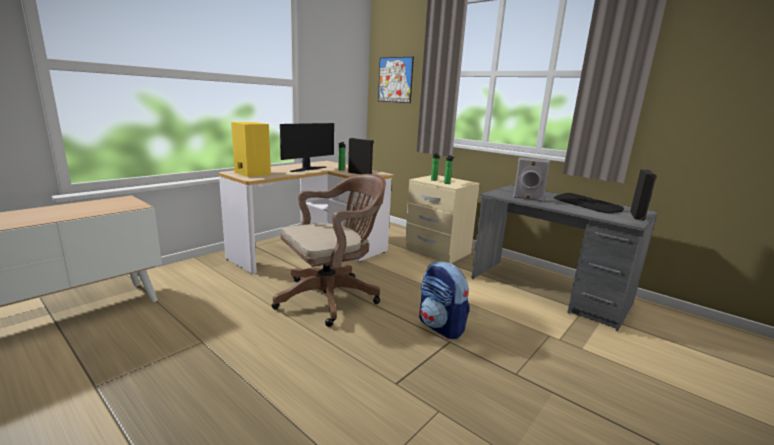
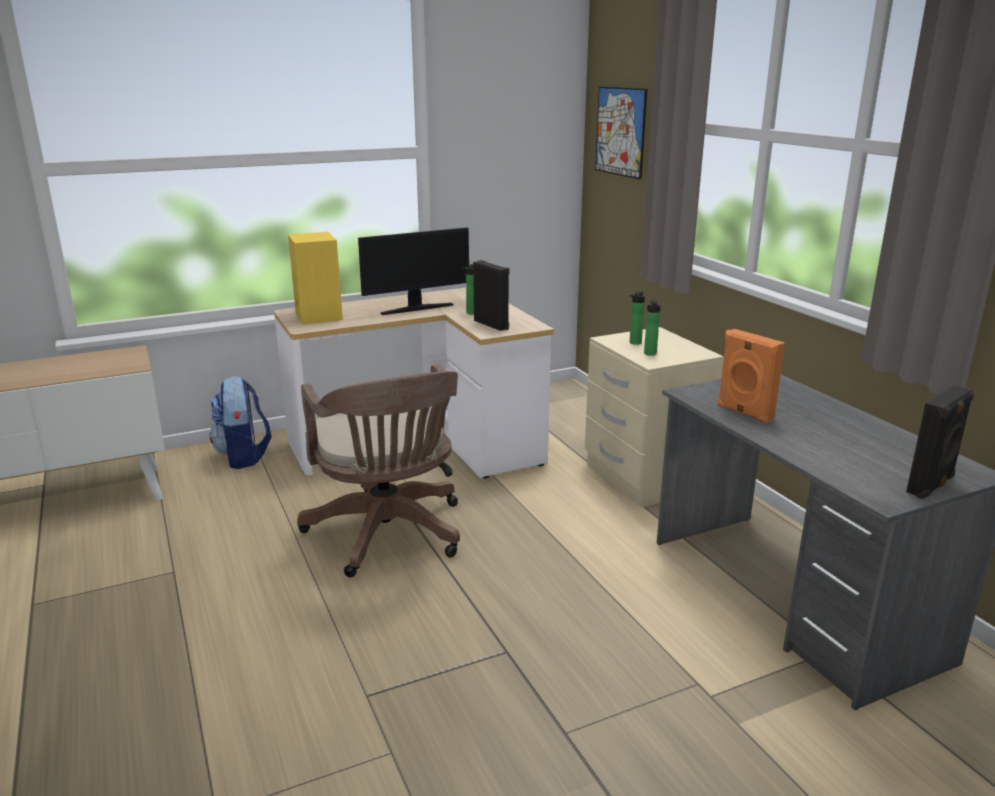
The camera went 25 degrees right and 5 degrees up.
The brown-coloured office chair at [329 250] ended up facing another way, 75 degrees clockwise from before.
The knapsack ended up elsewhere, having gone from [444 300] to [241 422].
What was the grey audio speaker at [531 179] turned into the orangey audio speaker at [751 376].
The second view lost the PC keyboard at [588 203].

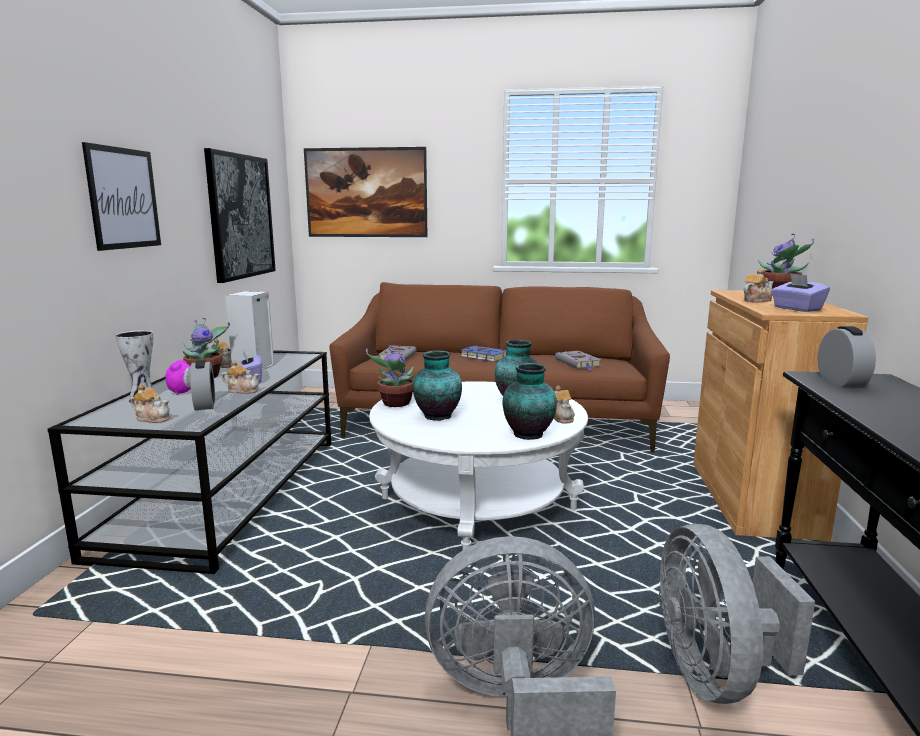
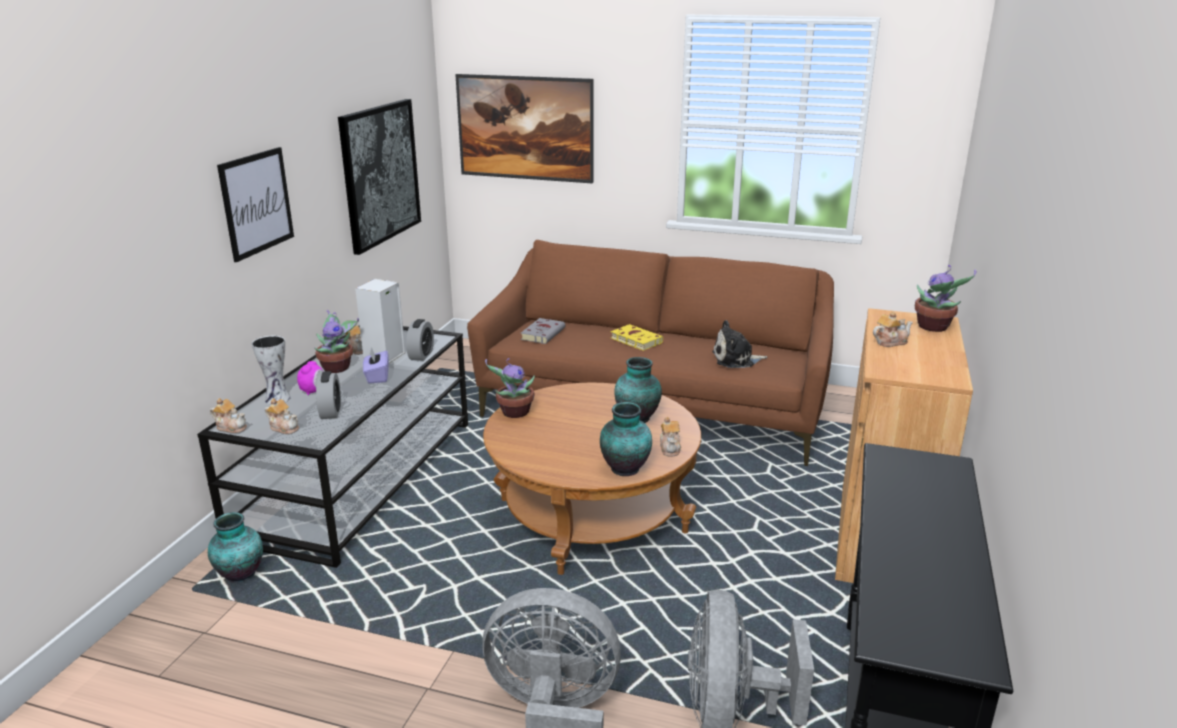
The camera went 10 degrees right and 10 degrees up.
The tea pot ended up elsewhere, having gone from [240 377] to [228 415].
What was the white coffee table at [478 465] turned into the brown-coloured coffee table at [592 479].
The decorative vase ended up elsewhere, having gone from [437 385] to [235 547].
What was the bluish book at [484 354] turned into the yellow-coloured book at [637 337].
Where the grey book stood at [578 360], the plush toy came to stand at [739 344].
The second view lost the purplish box of tissues at [800 292].
The bedside clock ended up elsewhere, having gone from [847 356] to [420 340].

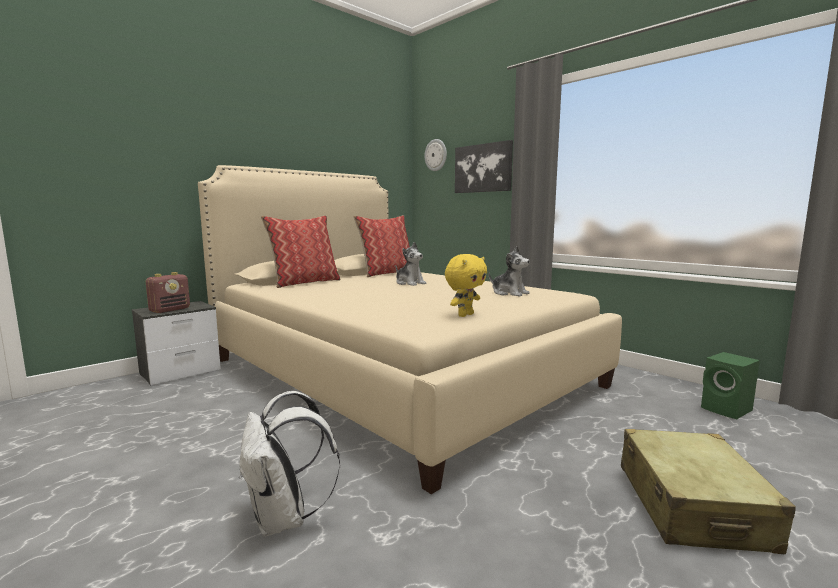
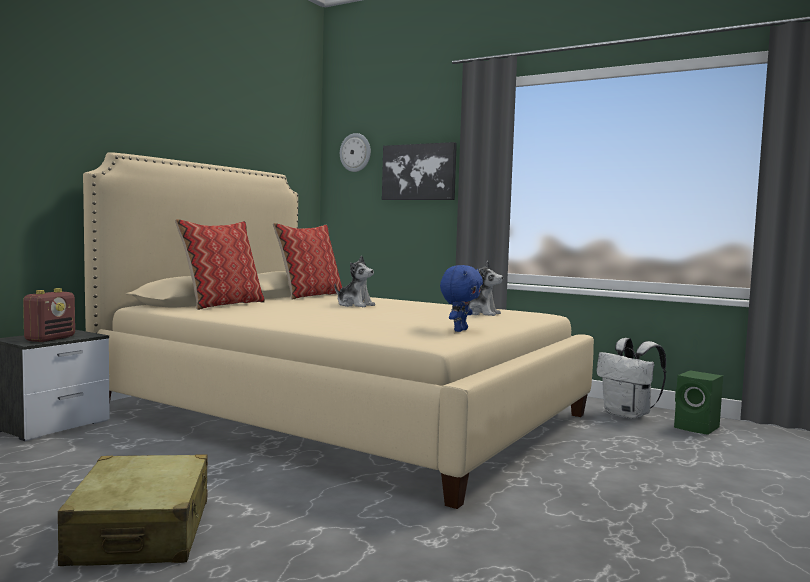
The camera went 15 degrees left and 5 degrees down.
The white knapsack ended up elsewhere, having gone from [289 464] to [631 378].
What was the yellow-coloured plush toy at [466 285] turned into the bluish plush toy at [461 298].
The beige-coloured suitcase ended up elsewhere, having gone from [708 491] to [133 510].

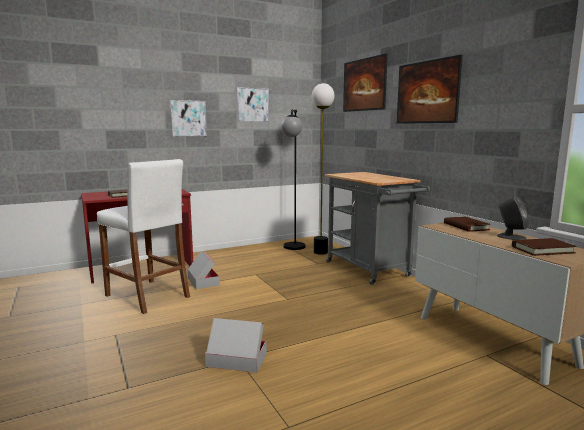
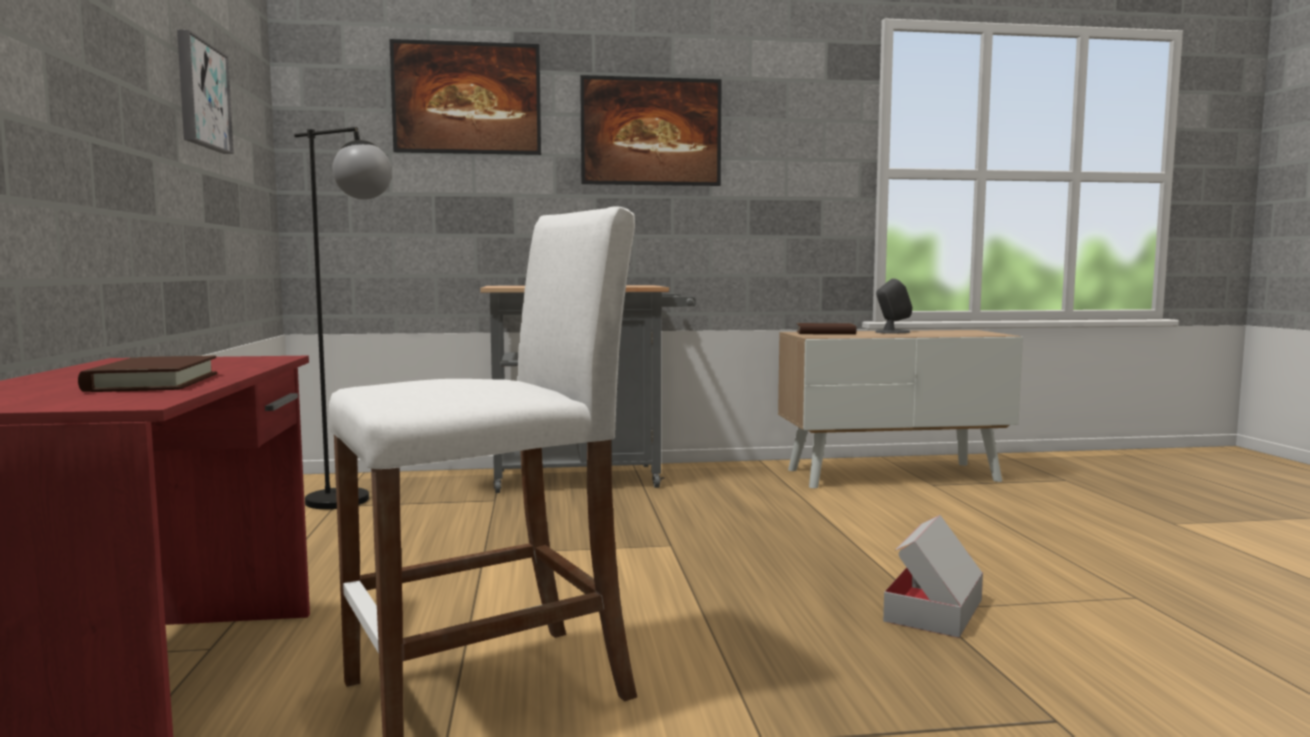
The camera went 70 degrees left and 5 degrees down.
The second view lost the wall art at [188 118].
The second view lost the carton at [203 270].
The second view lost the standard lamp at [323 169].
The second view lost the brown-coloured book at [544 247].

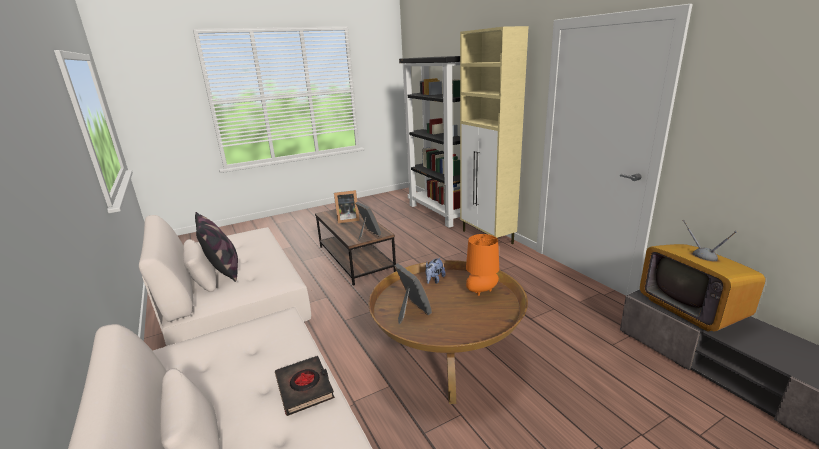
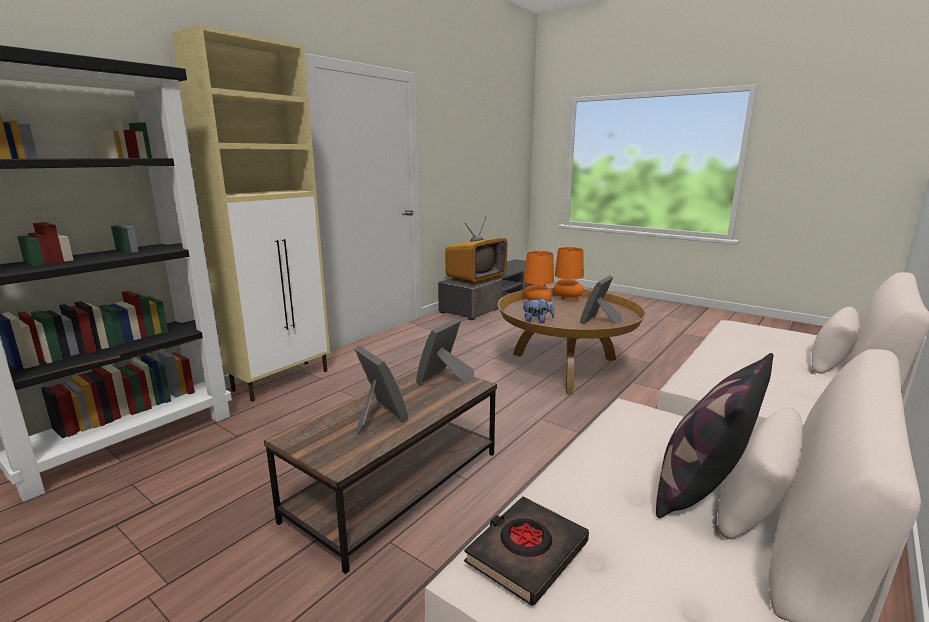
The camera went 115 degrees left and 5 degrees down.
The black-coloured book ended up elsewhere, having gone from [305 386] to [526 551].
The second view gained the orangey tabletop lamp at [569 274].

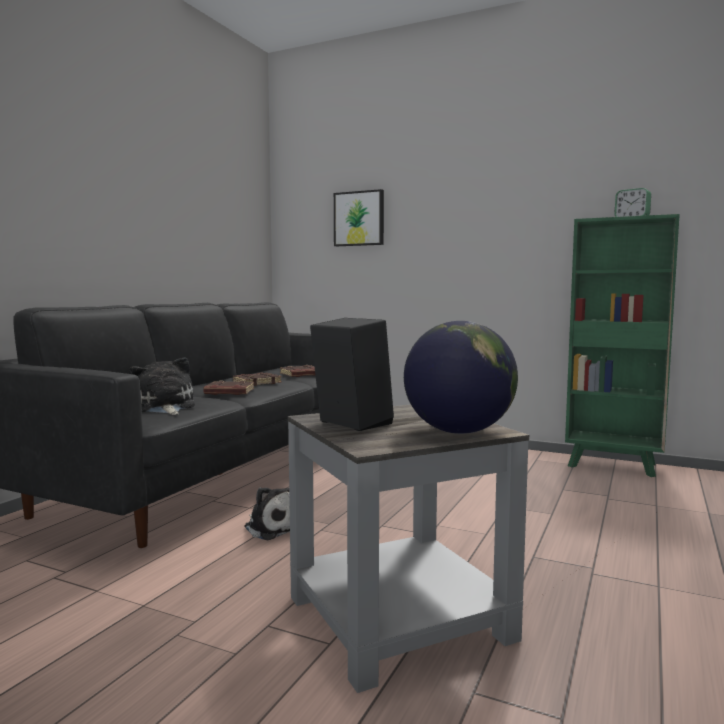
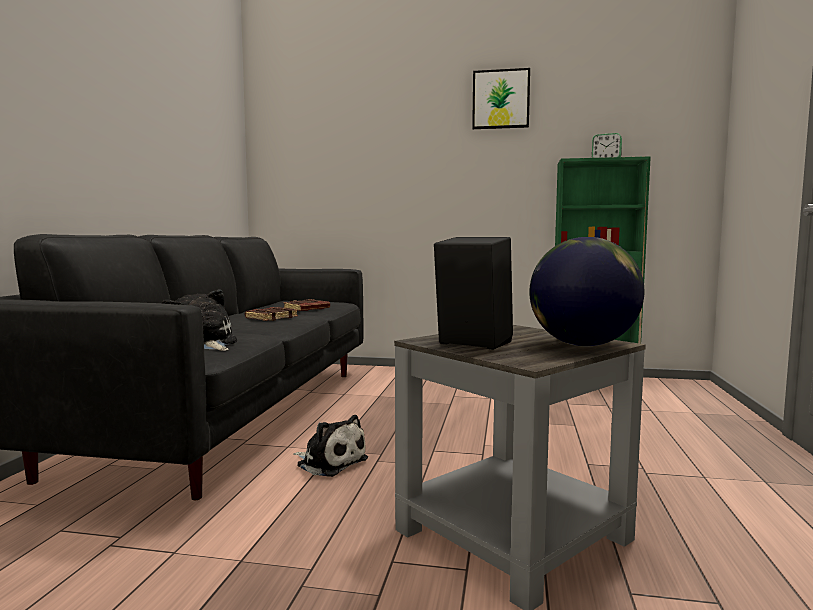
The camera went 15 degrees left and 0 degrees up.
The second view lost the brown-coloured book at [229 388].
The wall art ended up elsewhere, having gone from [359 217] to [501 98].

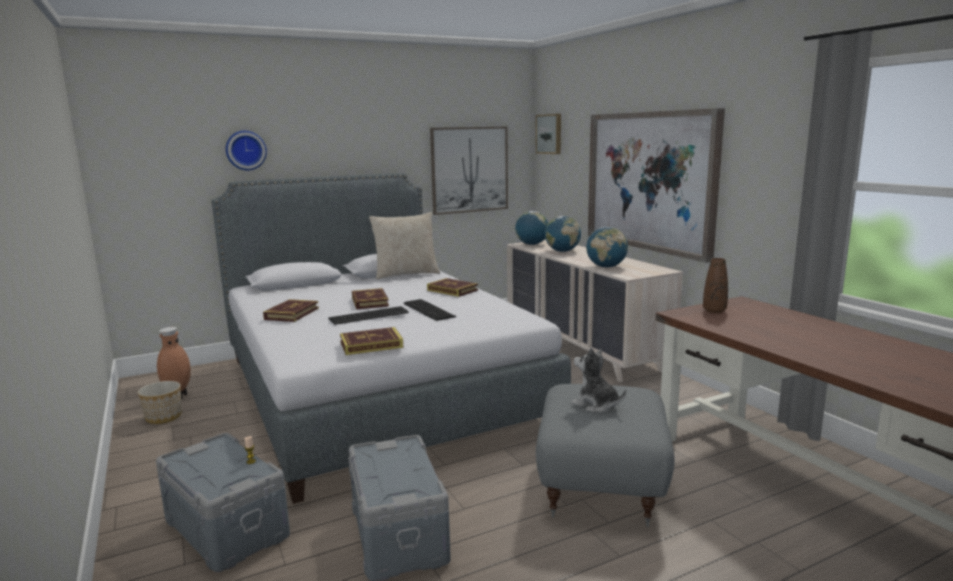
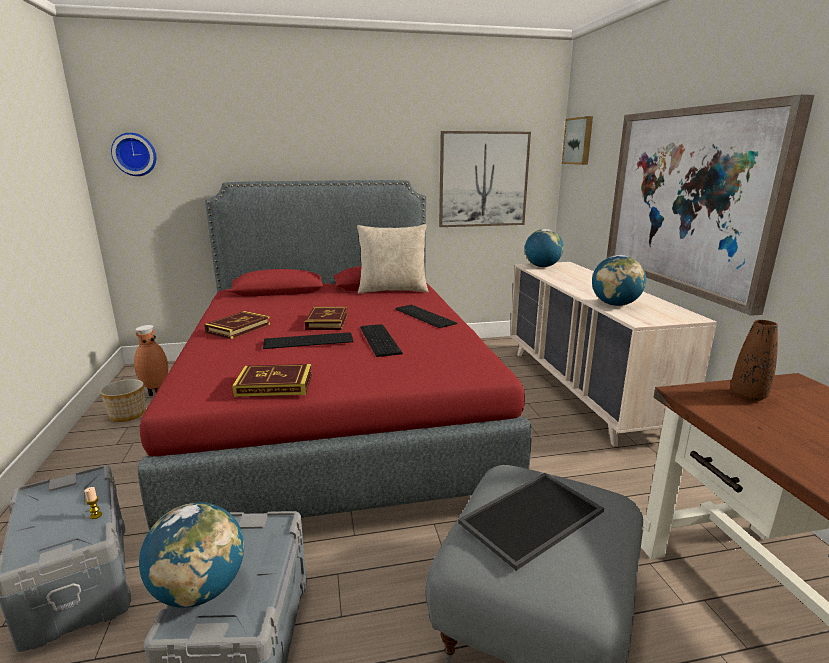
The camera went 15 degrees right and 5 degrees up.
What was the grey sleeping bed at [391 338] turned into the red sleeping bed at [335 355].
The clock on the wall ended up elsewhere, having gone from [246 150] to [133 154].
Where the book stood at [452 287], the PC keyboard came to stand at [427 316].
The globe ended up elsewhere, having gone from [563 234] to [191 555].
Where the plush toy stood at [598 380], the carrying tray came to stand at [531 522].

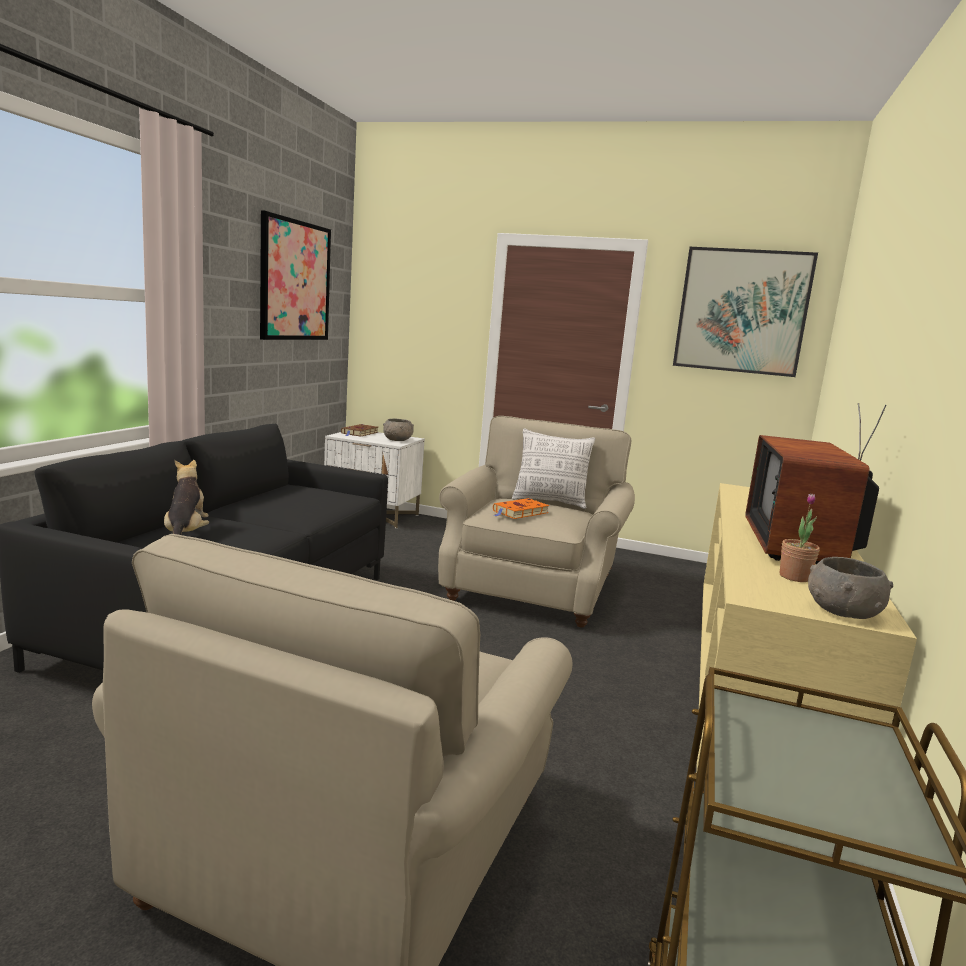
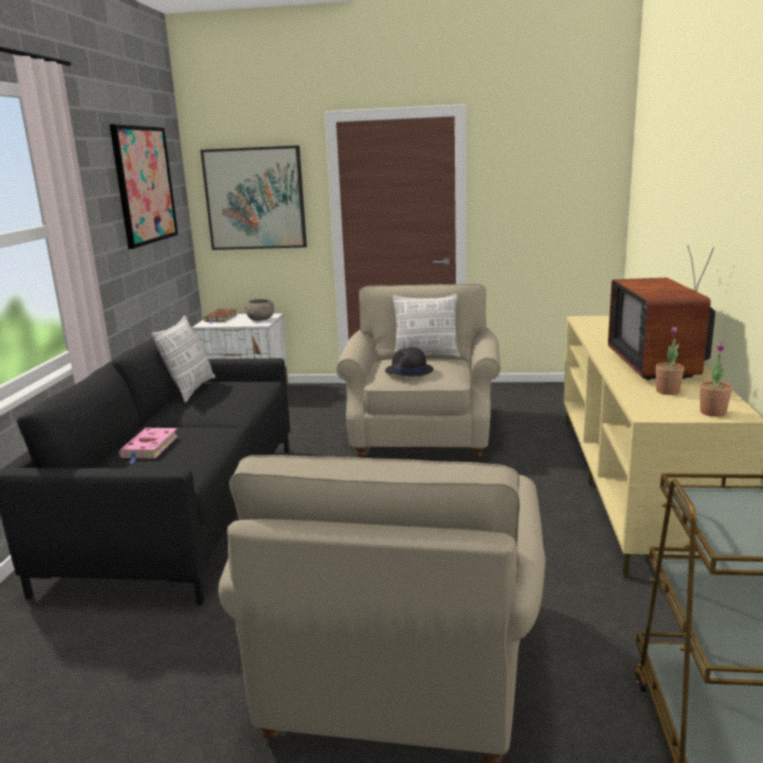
The camera went 10 degrees left and 5 degrees up.
Where the plush toy stood at [186 497], the pink-coloured book came to stand at [148 445].
Where the orangey book stood at [521 508], the black-coloured clothing hat came to stand at [409 362].
The wall art ended up elsewhere, having gone from [745 312] to [253 197].
Where the grey bowl stood at [850 588], the plant in a pot came to stand at [716 379].
The second view gained the pillow at [183 359].

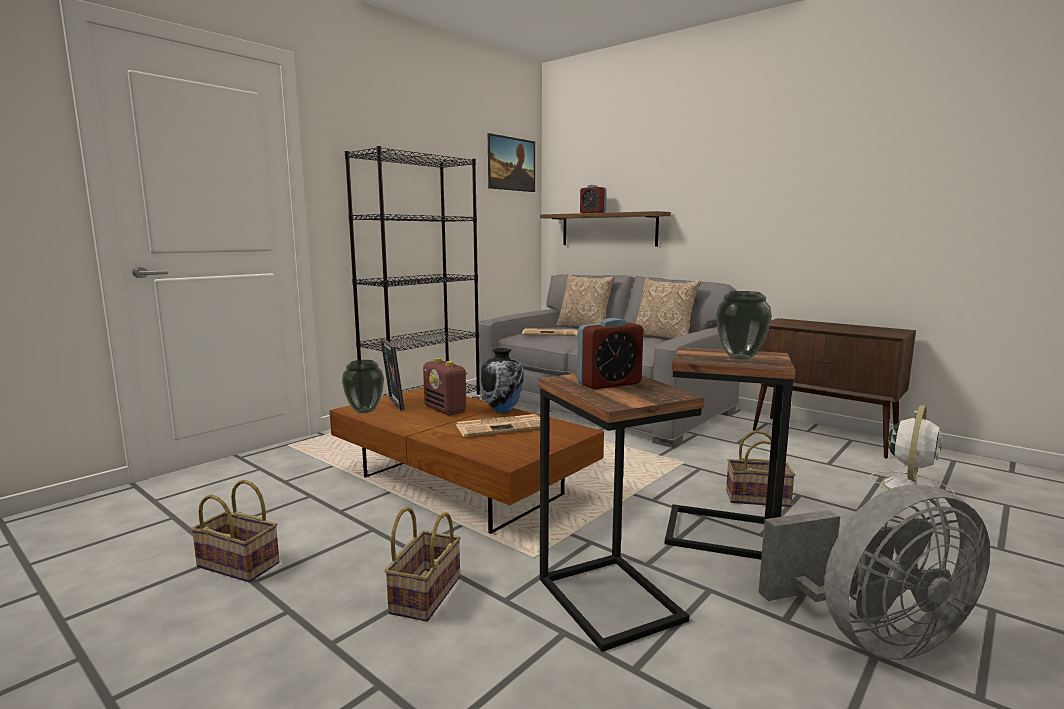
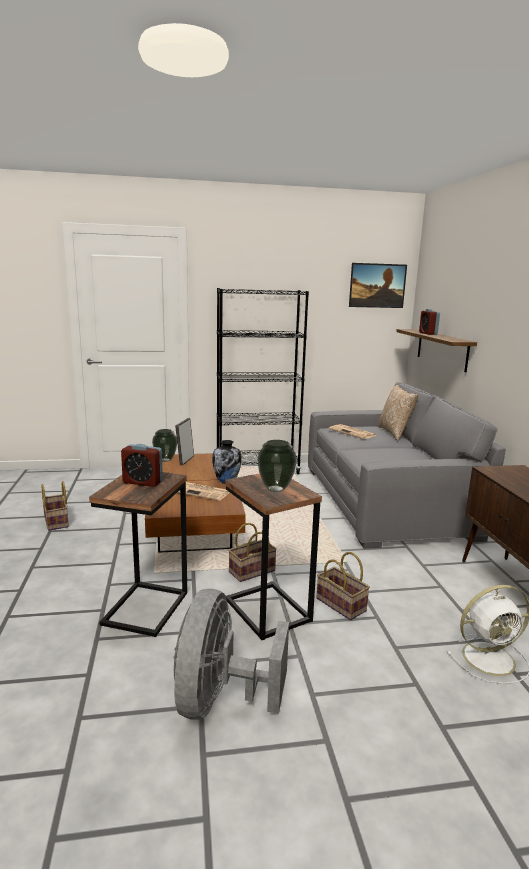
The camera went 40 degrees right and 5 degrees up.
The storage basket ended up elsewhere, having gone from [423 564] to [252 552].
The second view lost the radio receiver at [445 386].
The second view lost the pillow at [668 308].
The grey cooling fan at [874 572] ended up facing another way, 75 degrees clockwise from before.

